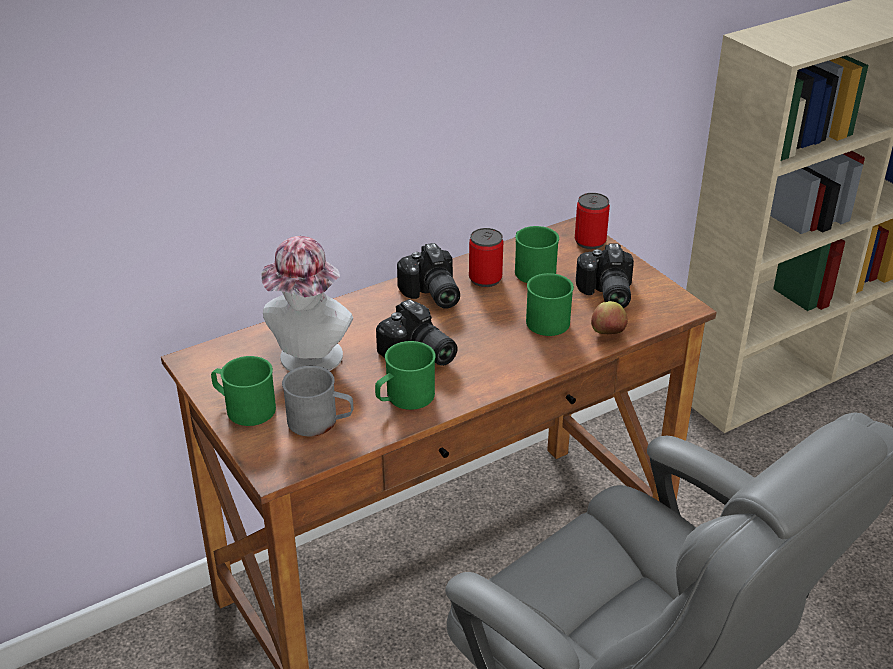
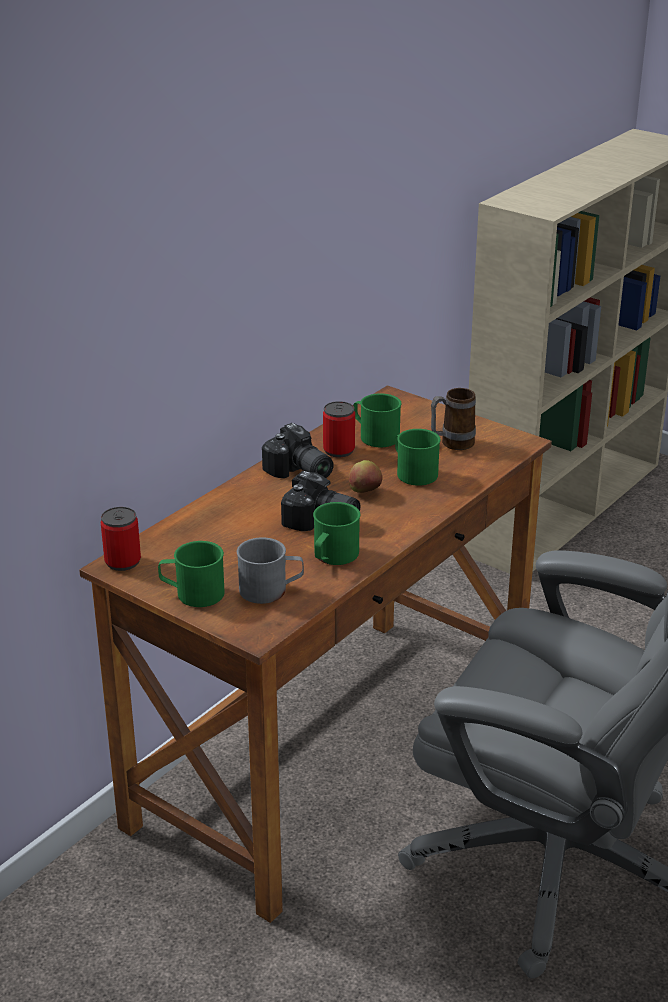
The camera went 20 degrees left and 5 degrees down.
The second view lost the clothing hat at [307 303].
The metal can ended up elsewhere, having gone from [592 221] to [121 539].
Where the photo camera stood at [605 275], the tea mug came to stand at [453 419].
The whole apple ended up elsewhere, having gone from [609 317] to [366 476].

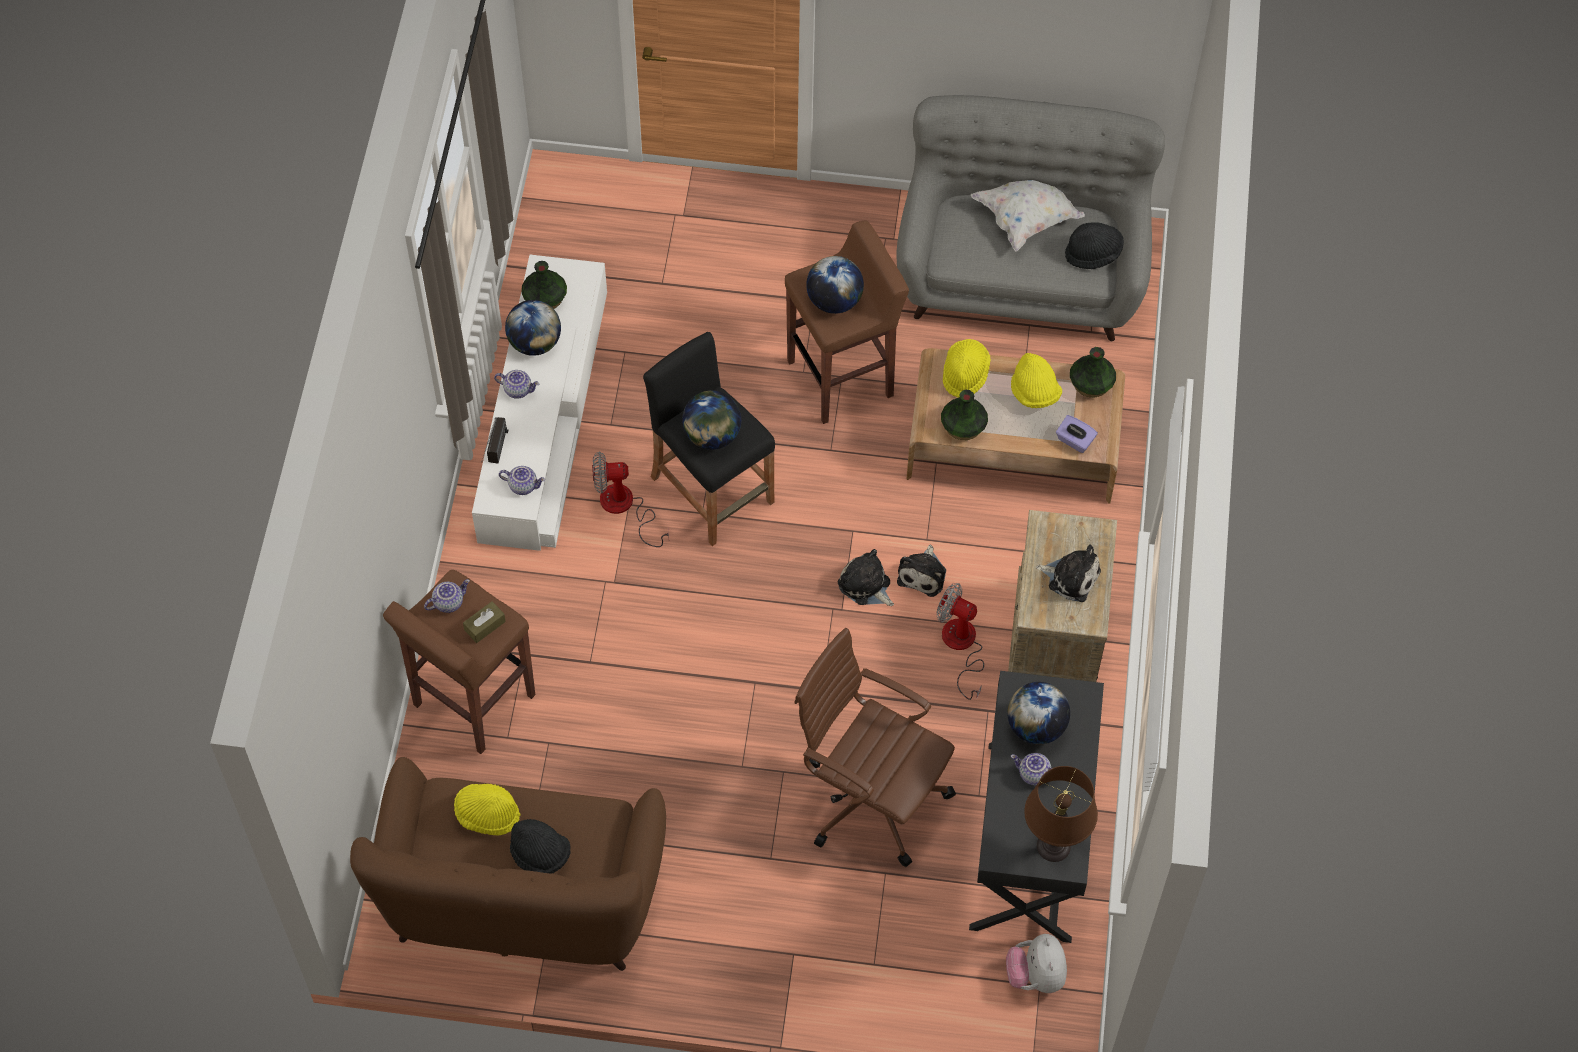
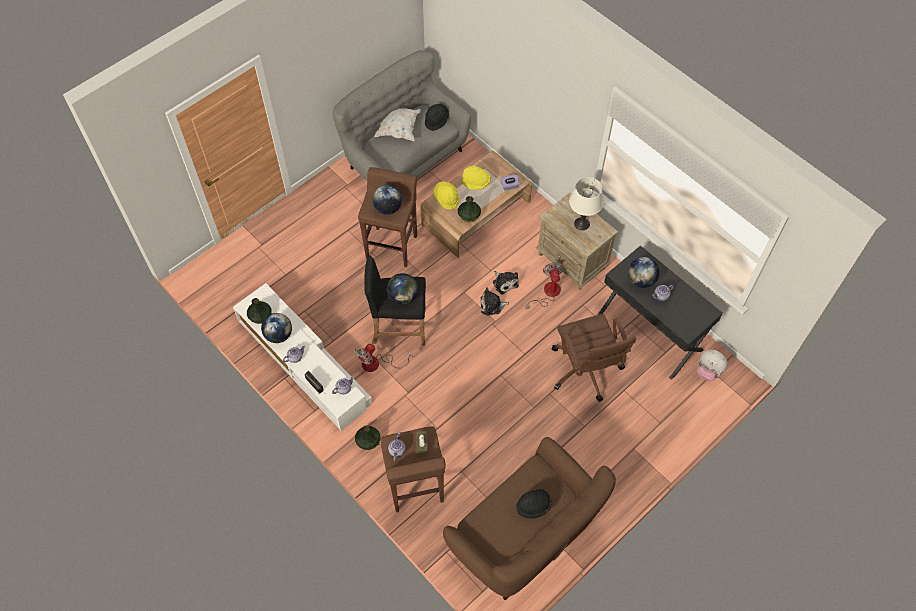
The camera went 50 degrees left and 0 degrees up.
The second view lost the yellow-coloured clothing hat at [487 809].
The brown-coloured office chair at [875 747] ended up facing another way, 90 degrees counterclockwise from before.
The cooling fan at [960 641] ended up facing another way, 105 degrees clockwise from before.
The second view lost the brown-coloured tabletop lamp at [1061 814].
Where the plush toy stood at [1068 573], the white tabletop lamp came to stand at [586 203].
The decorative vase ended up elsewhere, having gone from [1093 372] to [367 437].

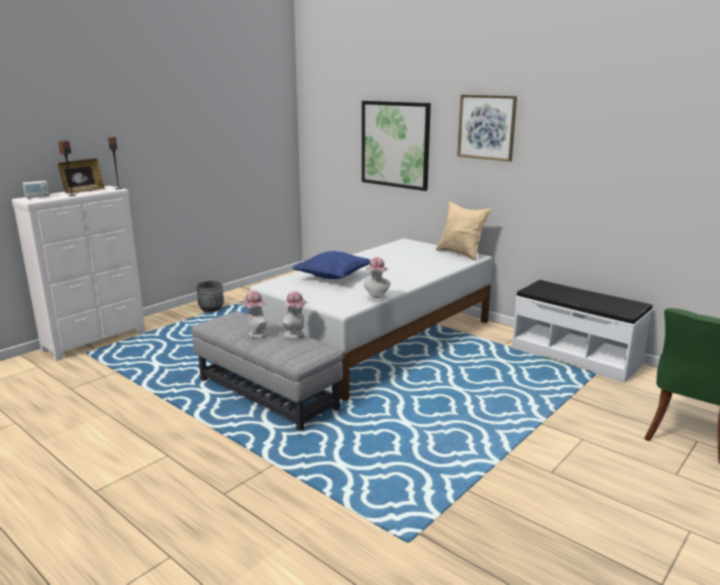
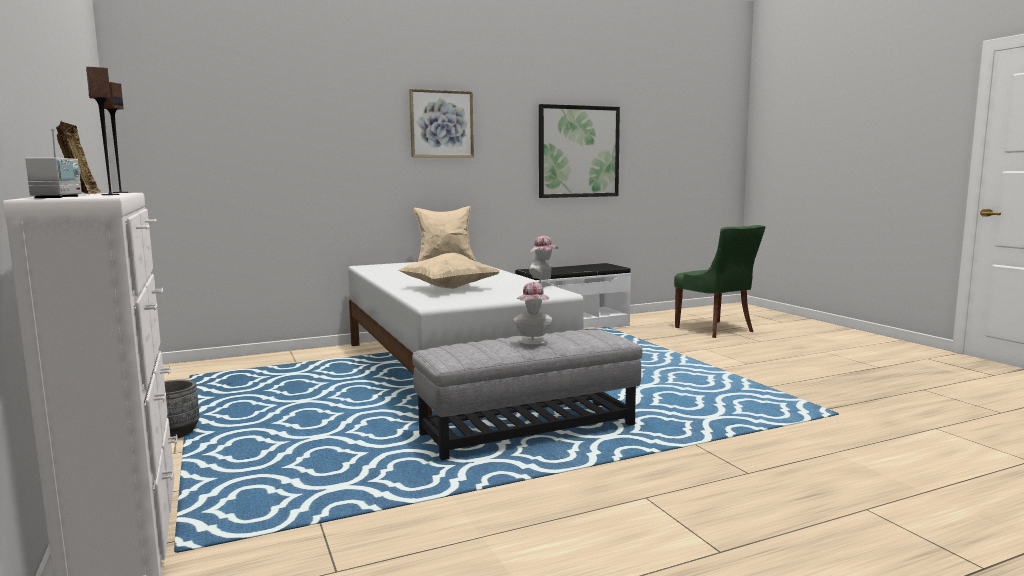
The camera went 65 degrees left and 10 degrees down.
The second view lost the clothing hat at [295 314].
What was the bluish pillow at [331 265] turned into the beige-coloured pillow at [450 271].
The wall art ended up elsewhere, having gone from [396 146] to [579 151].

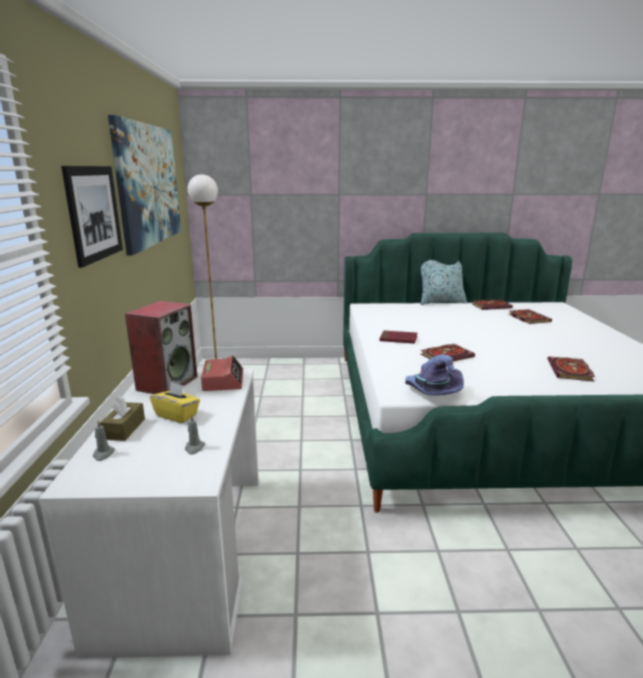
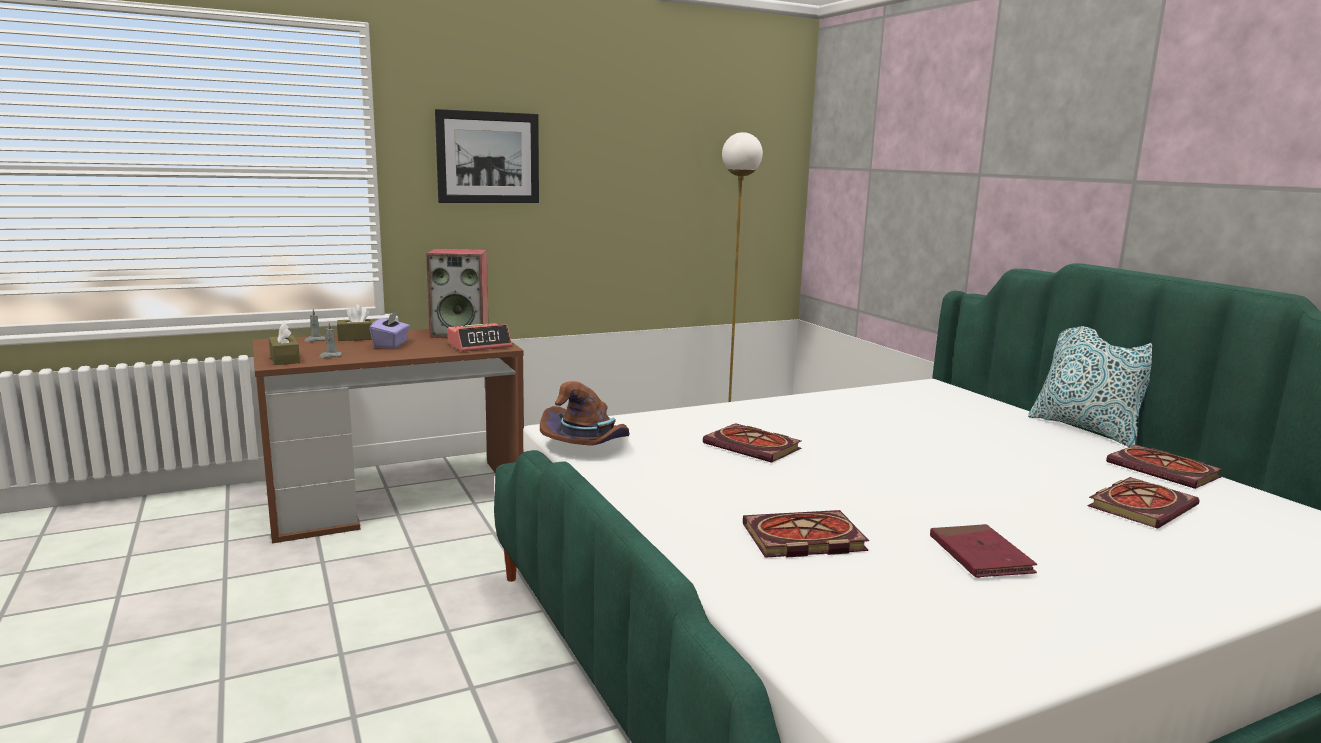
The camera went 65 degrees right and 5 degrees down.
What was the white desk table at [149 513] turned into the brown-coloured desk table at [388 436].
The second view lost the wall art at [144 185].
What was the yellow-coloured box of tissues at [175 402] turned into the purplish box of tissues at [390 330].
The red book ended up elsewhere, having gone from [398 337] to [983 551].
What was the purplish clothing hat at [434 375] turned into the brown-coloured clothing hat at [585 413].
The second view gained the brown-coloured box of tissues at [284 343].

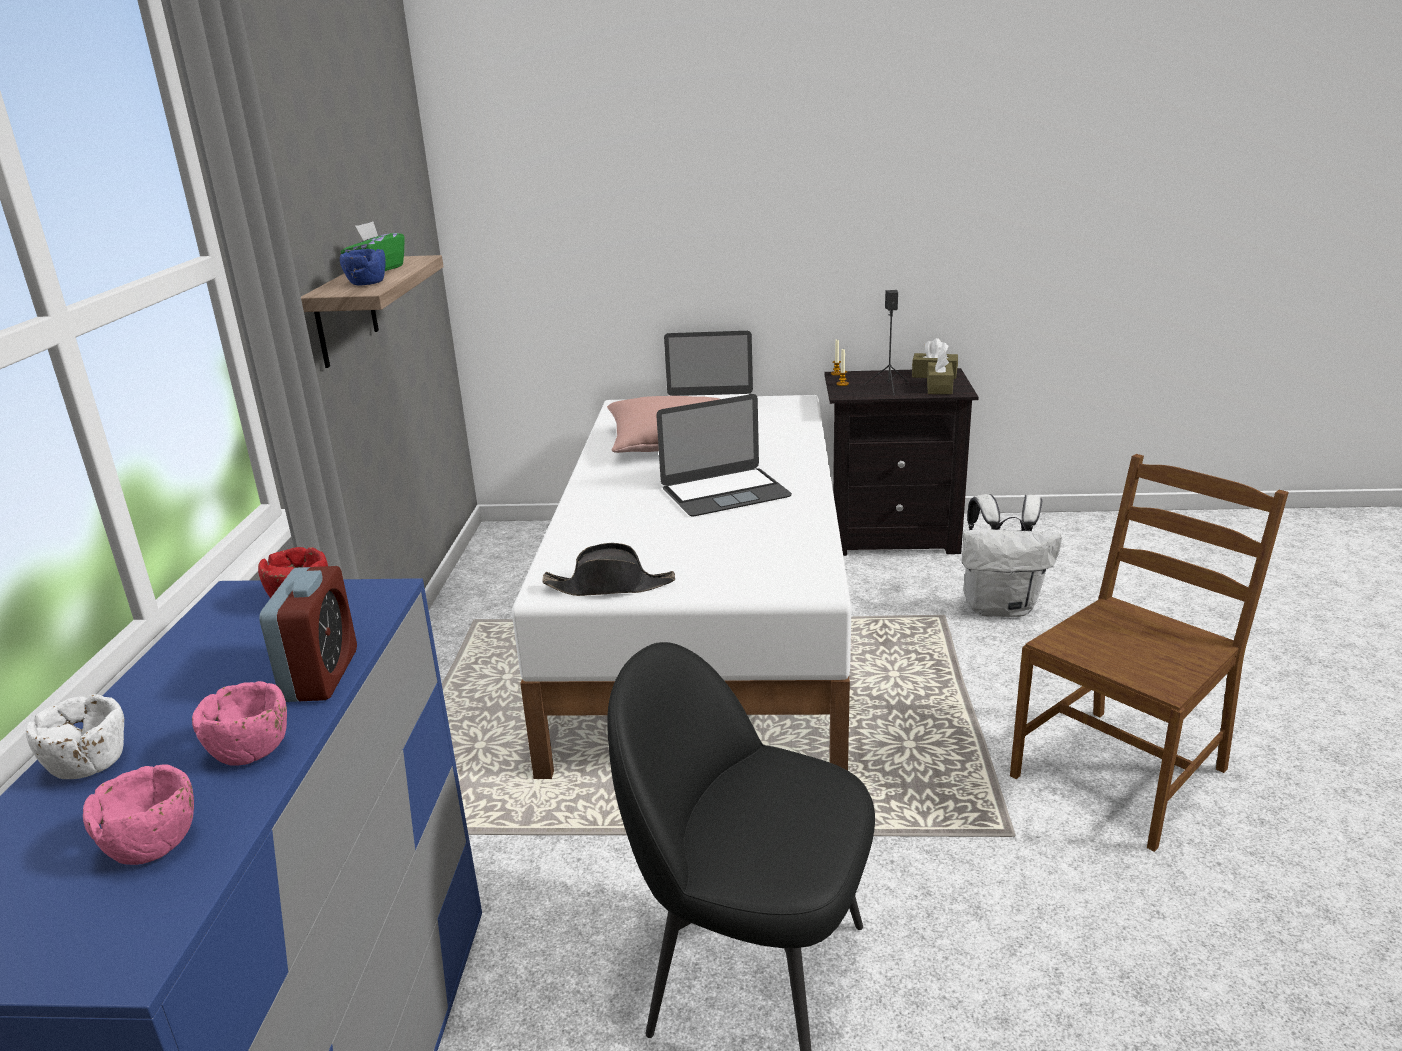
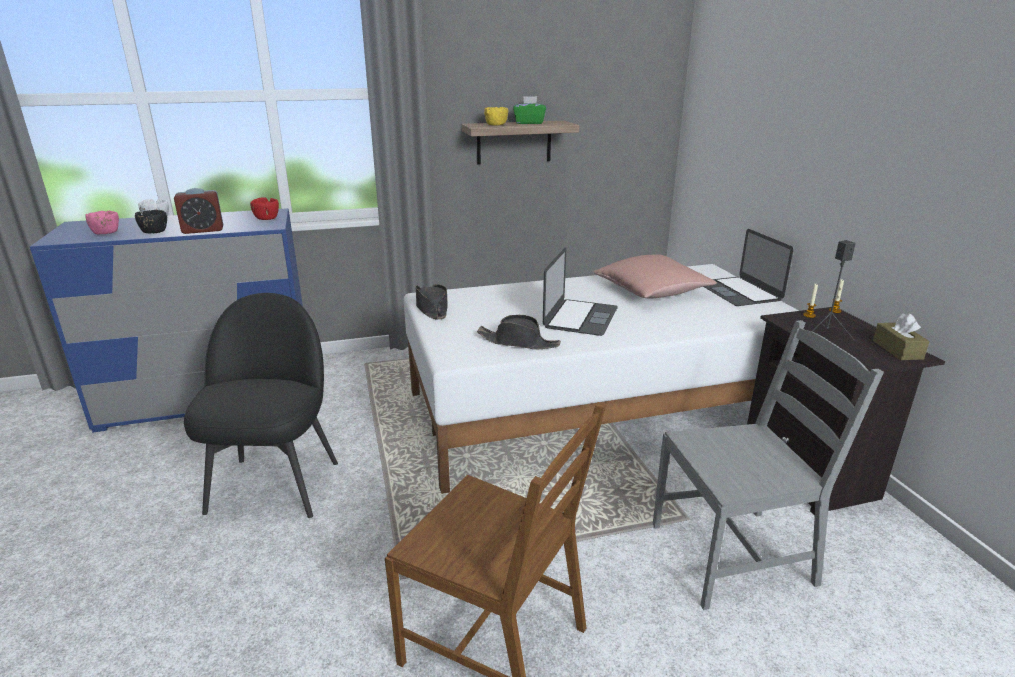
The camera went 70 degrees right and 0 degrees up.
What was the pink-coloured bowl at [239 723] turned into the black-coloured bowl at [151 221].
What was the bluish bowl at [363 267] turned into the yellow-coloured bowl at [496 116].
The laptop at [724 455] ended up facing another way, 120 degrees counterclockwise from before.
The second view lost the brown-coloured box of tissues at [940 372].
Where the white knapsack stood at [1012 555], the grey plain chair came to stand at [768 465].
The second view gained the black-coloured clothing hat at [519 332].

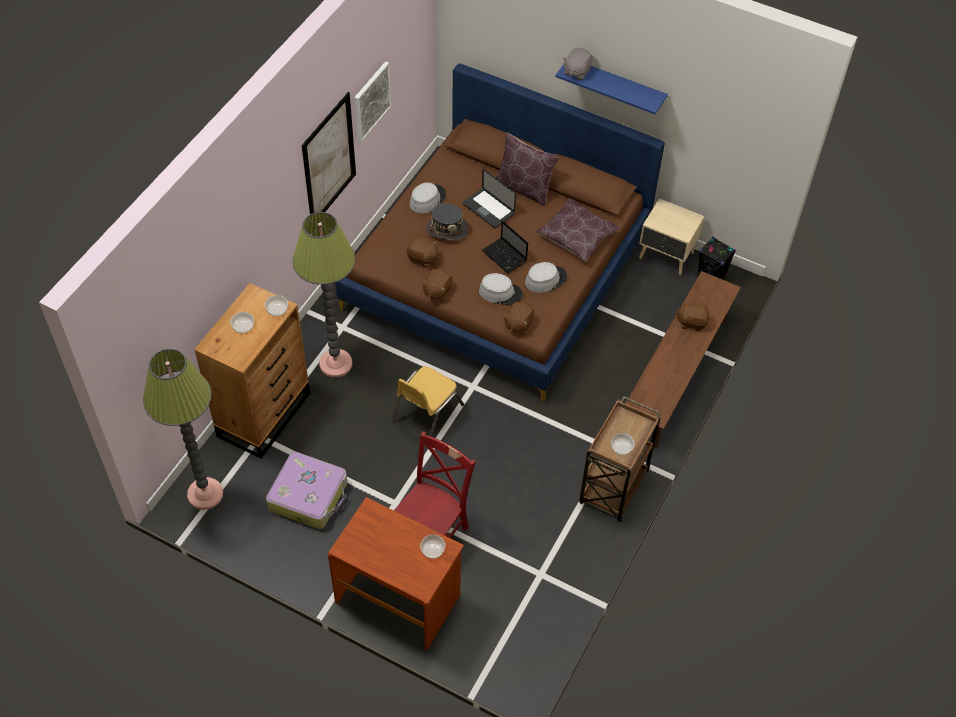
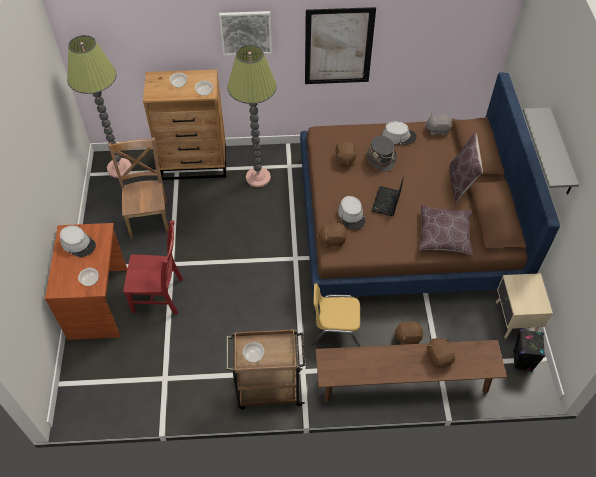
The camera went 60 degrees right and 0 degrees up.
Where the suitcase stood at [306 490], the brown-coloured plain chair came to stand at [138 188].
The wall art ended up elsewhere, having gone from [372 101] to [245 33].
The yellow-coloured plain chair ended up elsewhere, having gone from [428 401] to [336 315].
The brown-coloured plush toy ended up elsewhere, having gone from [437 285] to [408 332].
The second view lost the laptop at [489 198].
The grey clothing hat ended up elsewhere, having gone from [546 277] to [78 241].
What was the bluish bracket shelf at [611 89] turned into the grey bracket shelf at [551 151].
The grey plush toy ended up elsewhere, having gone from [578 64] to [438 124].

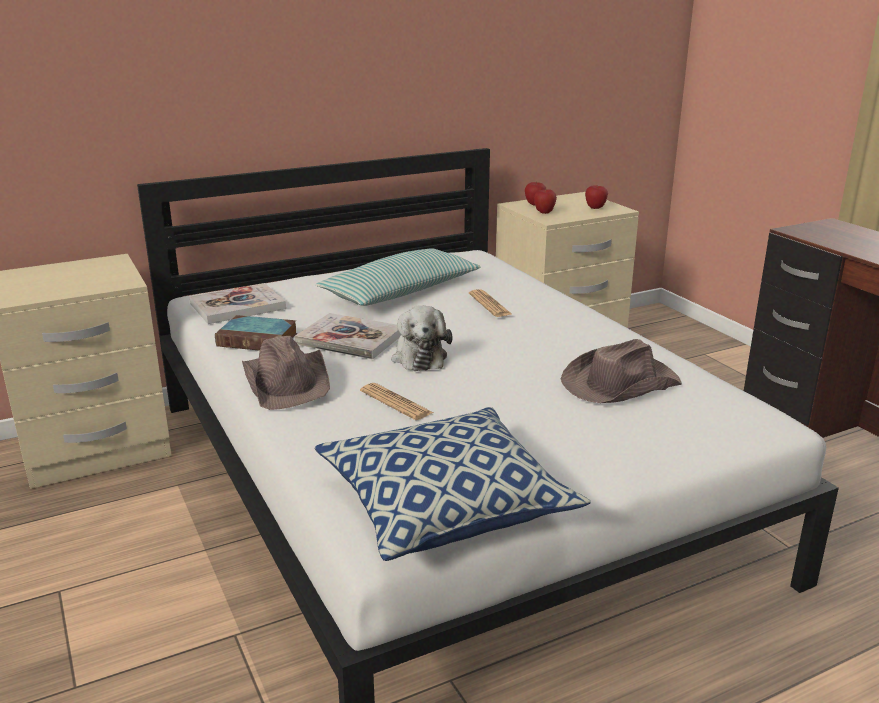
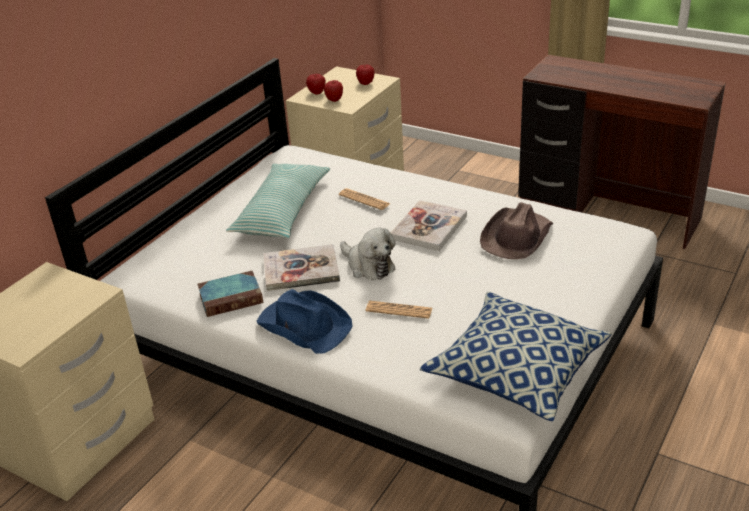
The camera went 30 degrees left and 10 degrees up.
The book ended up elsewhere, having gone from [237 303] to [429 225].
What was the brown-coloured clothing hat at [286 373] turned into the bluish clothing hat at [304 321].

